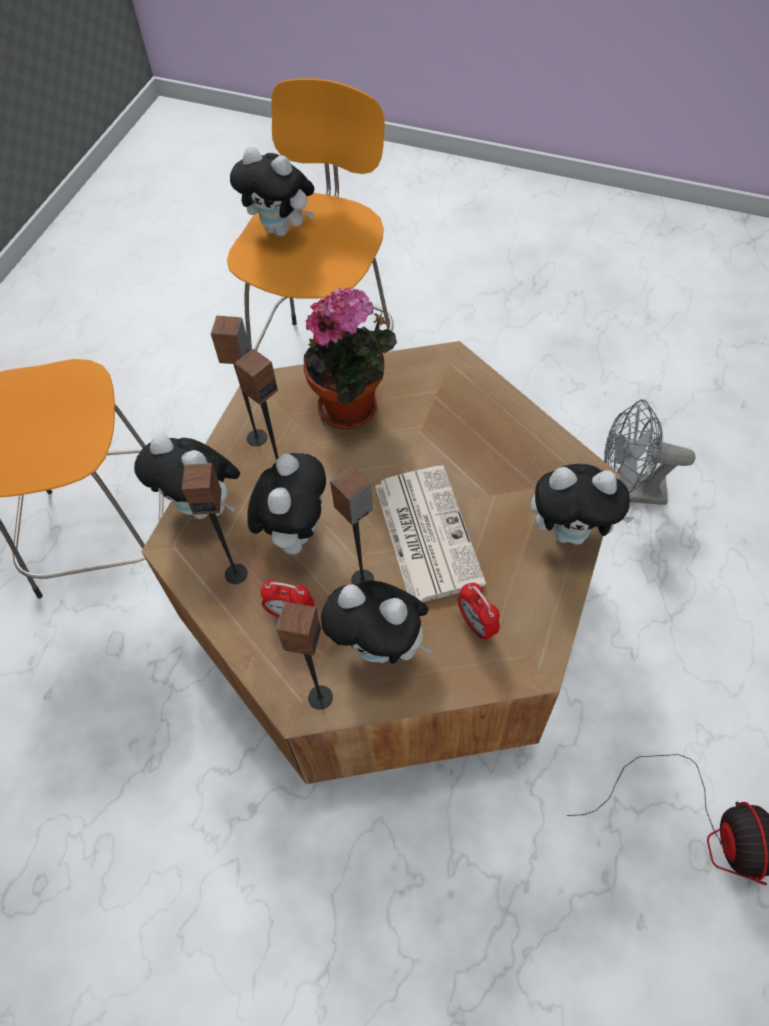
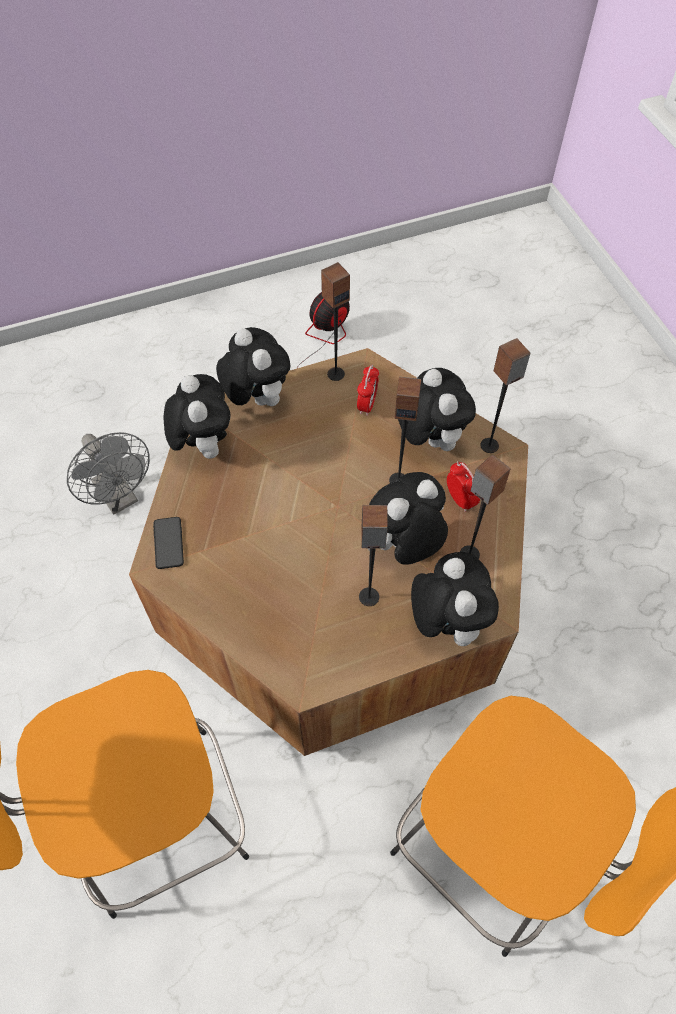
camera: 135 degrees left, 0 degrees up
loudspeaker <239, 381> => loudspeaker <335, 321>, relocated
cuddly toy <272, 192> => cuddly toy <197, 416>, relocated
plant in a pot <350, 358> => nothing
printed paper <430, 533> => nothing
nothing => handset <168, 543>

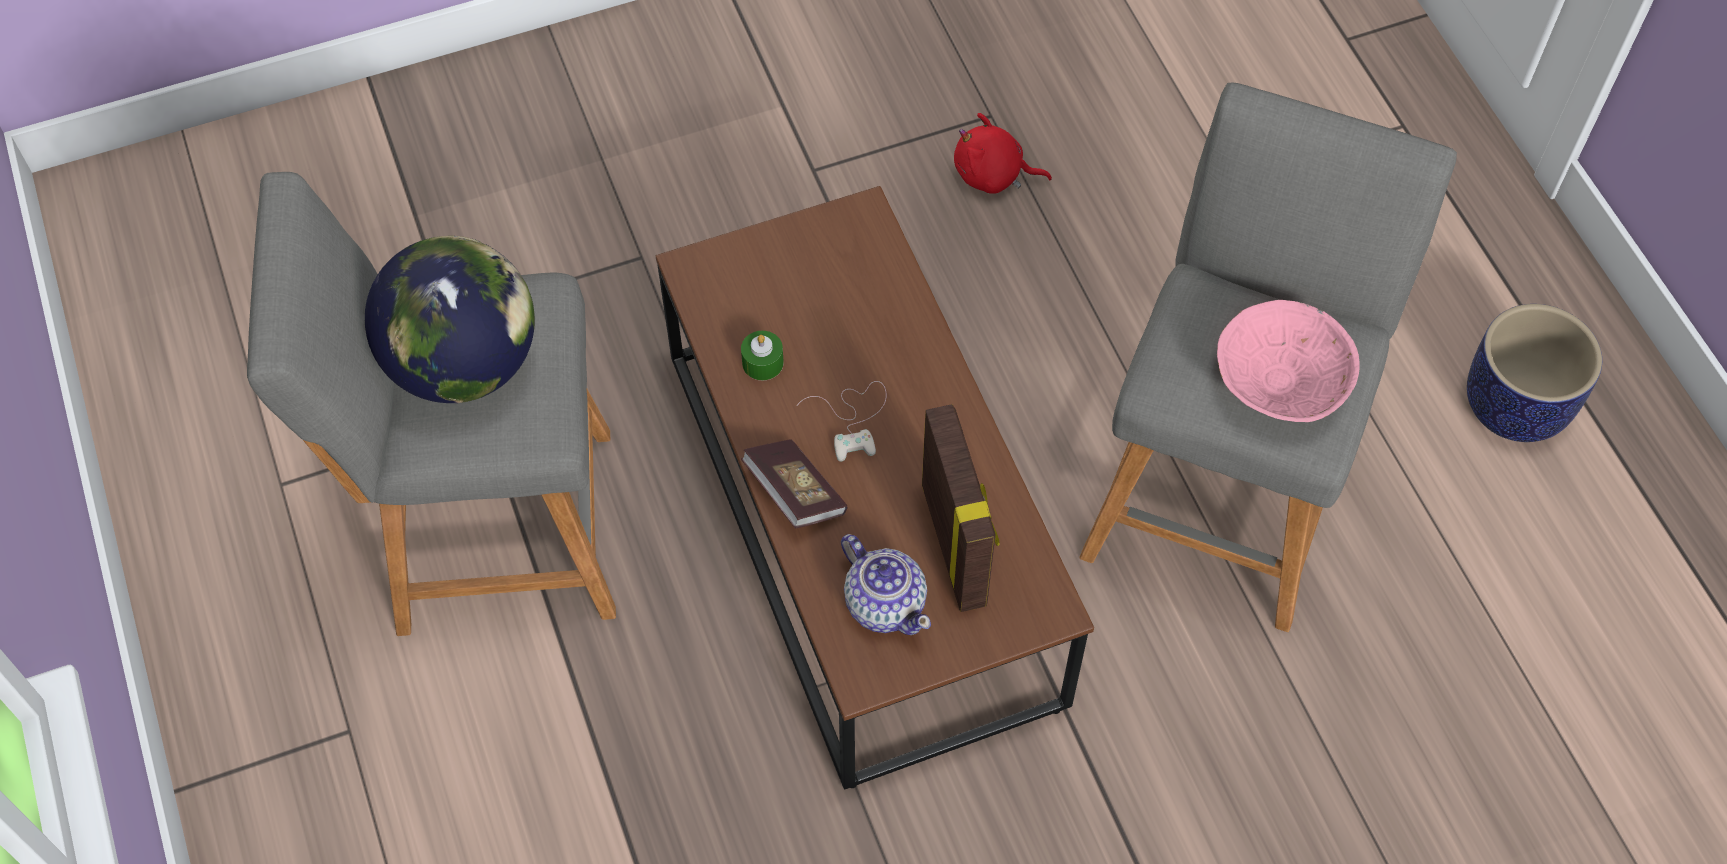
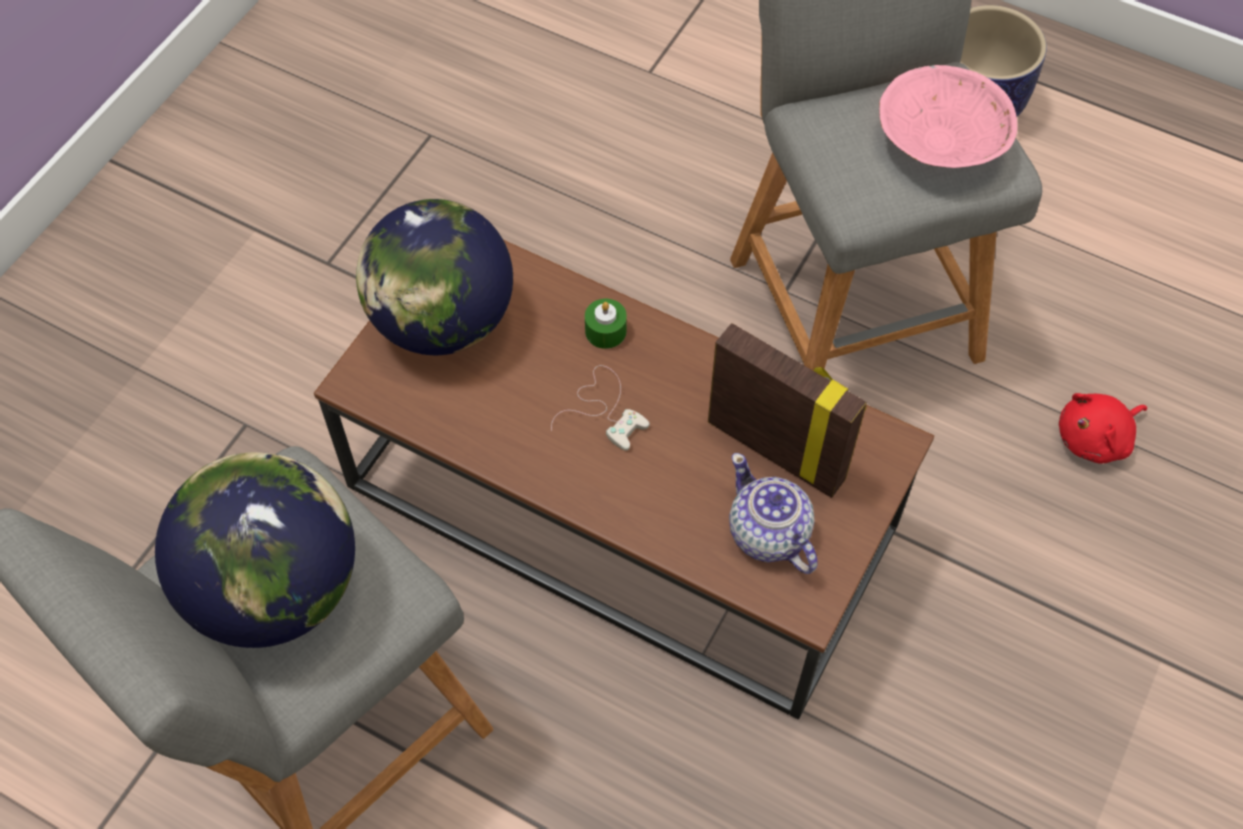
camera: 40 degrees left, 0 degrees up
wax light in green-coloured <762, 355> => wax light in green-coloured <606, 324>, relocated
book <794, 483> => nothing
tea pot <886, 584> => tea pot <773, 513>, 135 degrees counterclockwise
cuddly toy in reddish <1003, 153> => cuddly toy in reddish <1103, 428>, relocated
nothing => desk globe <434, 277>

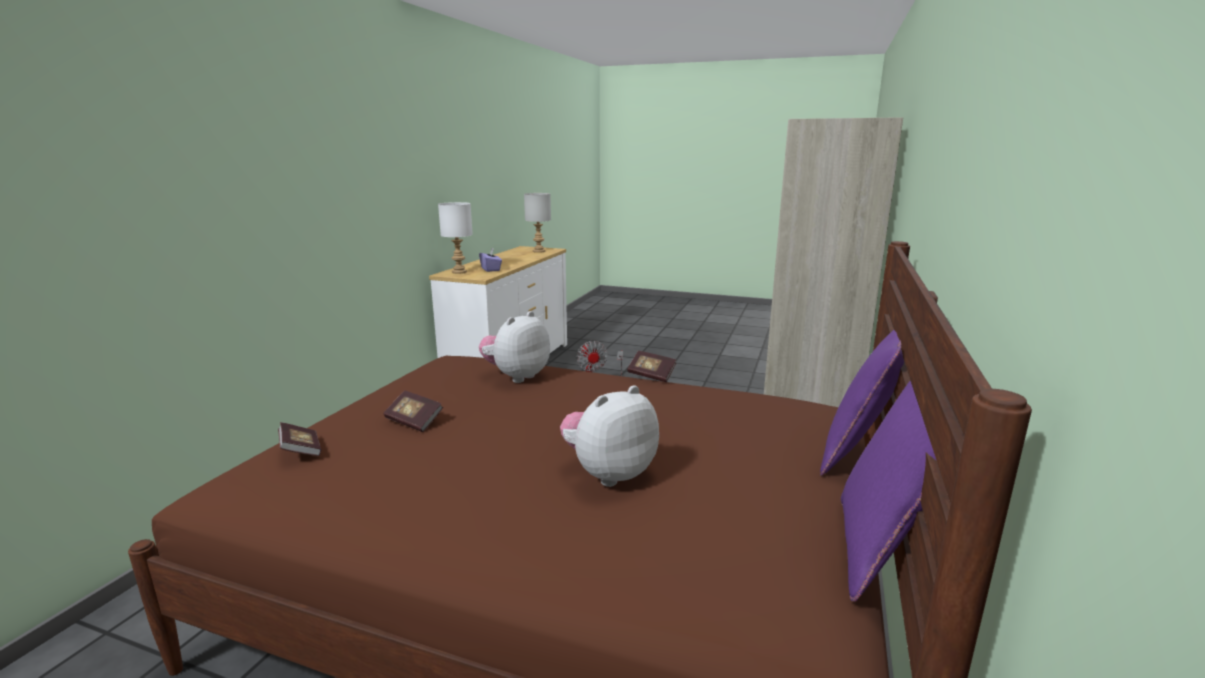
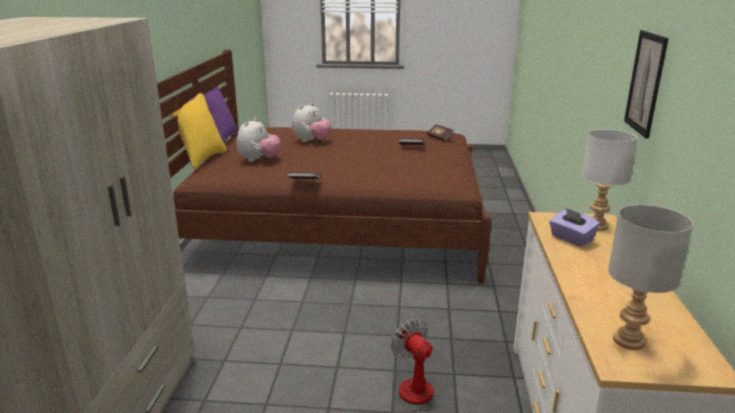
camera: 165 degrees right, 5 degrees up
cuddly toy <514, 347> => cuddly toy <258, 140>, relocated
throw pillow in purple-coloured <862, 403> => throw pillow in yellow-coloured <198, 131>
nothing => wall art <646, 84>

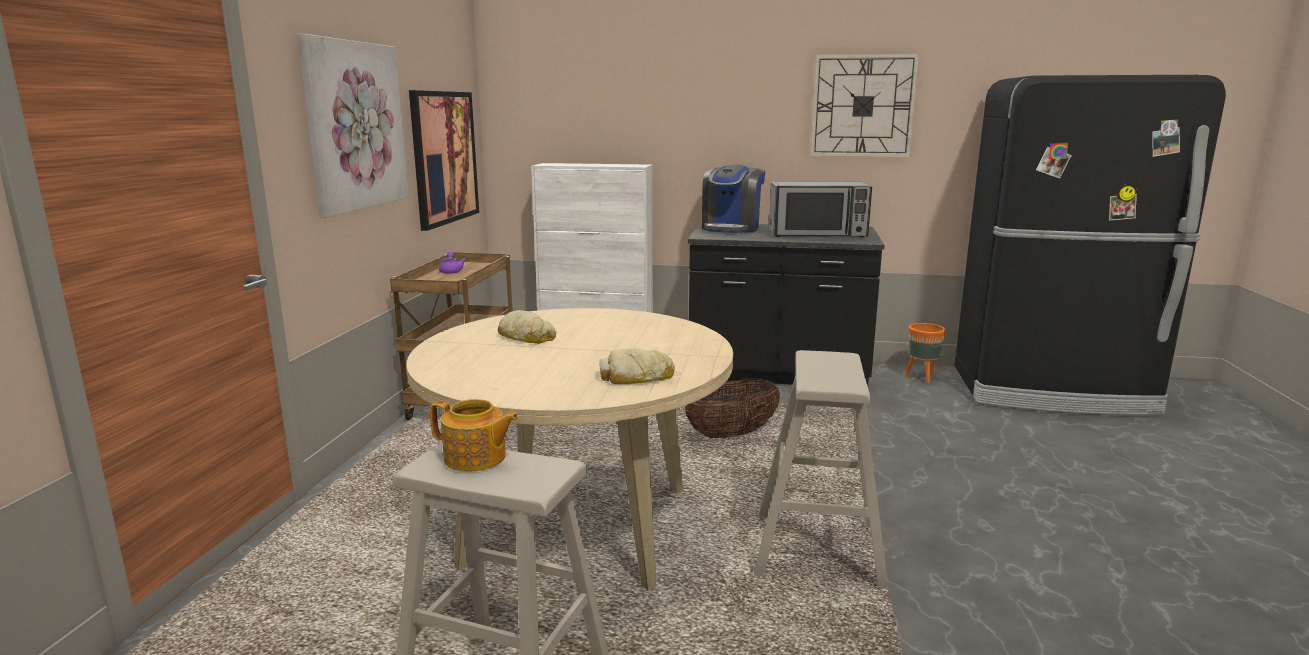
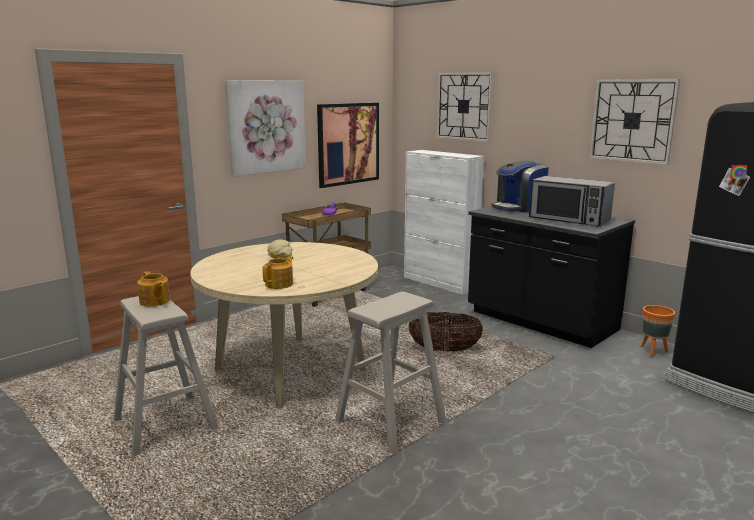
camera: 35 degrees right, 0 degrees up
baked bread <637, 366> => tea pot <278, 272>
nothing => clock on the wall <464, 107>

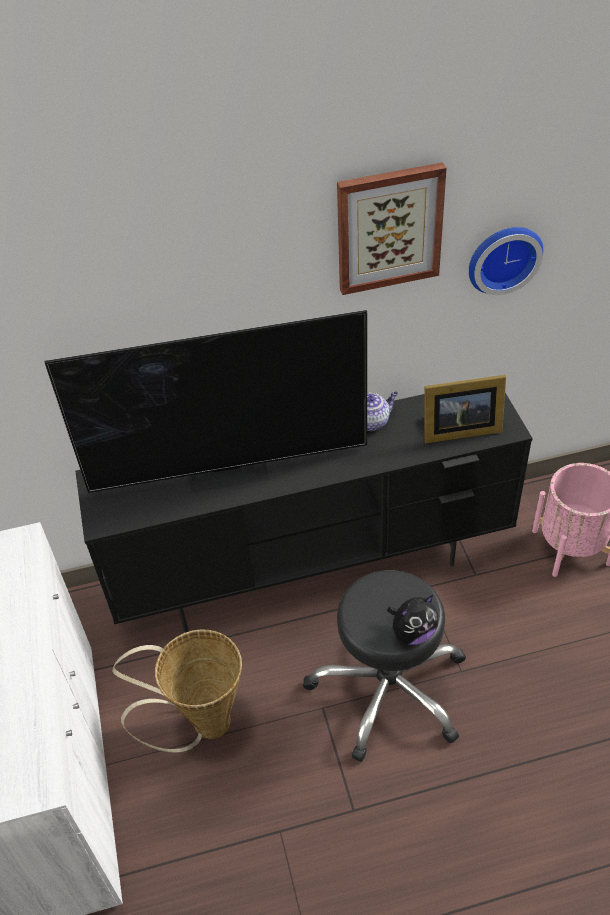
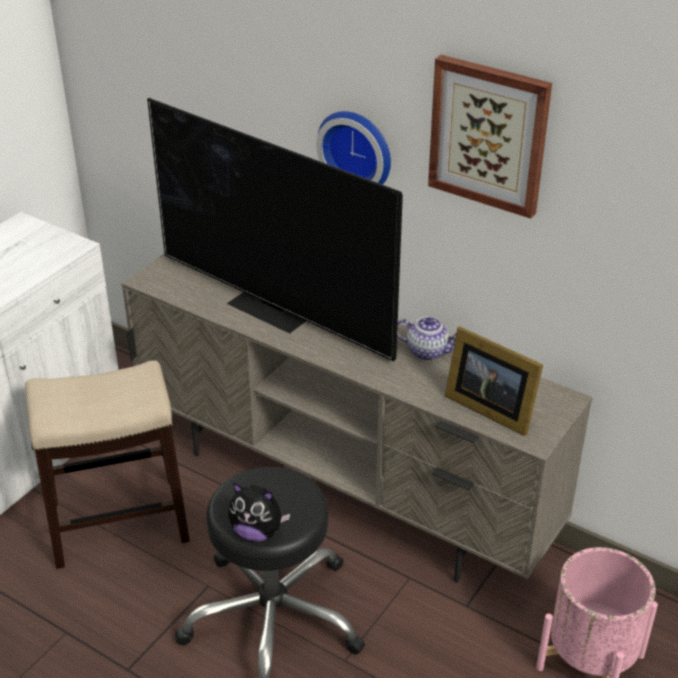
camera: 45 degrees right, 10 degrees down
tv unit in blackish <304, 512> => tv unit in beige-coloured <357, 418>
basket <177, 691> => sitting stool <107, 464>
clock on the wall <506, 261> => clock on the wall <353, 148>, relocated

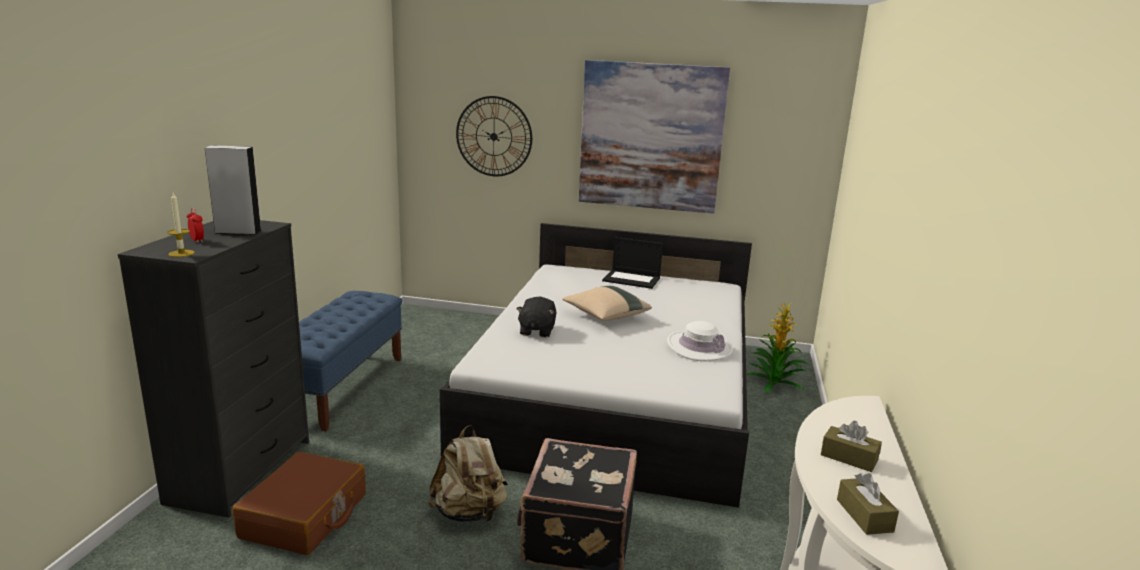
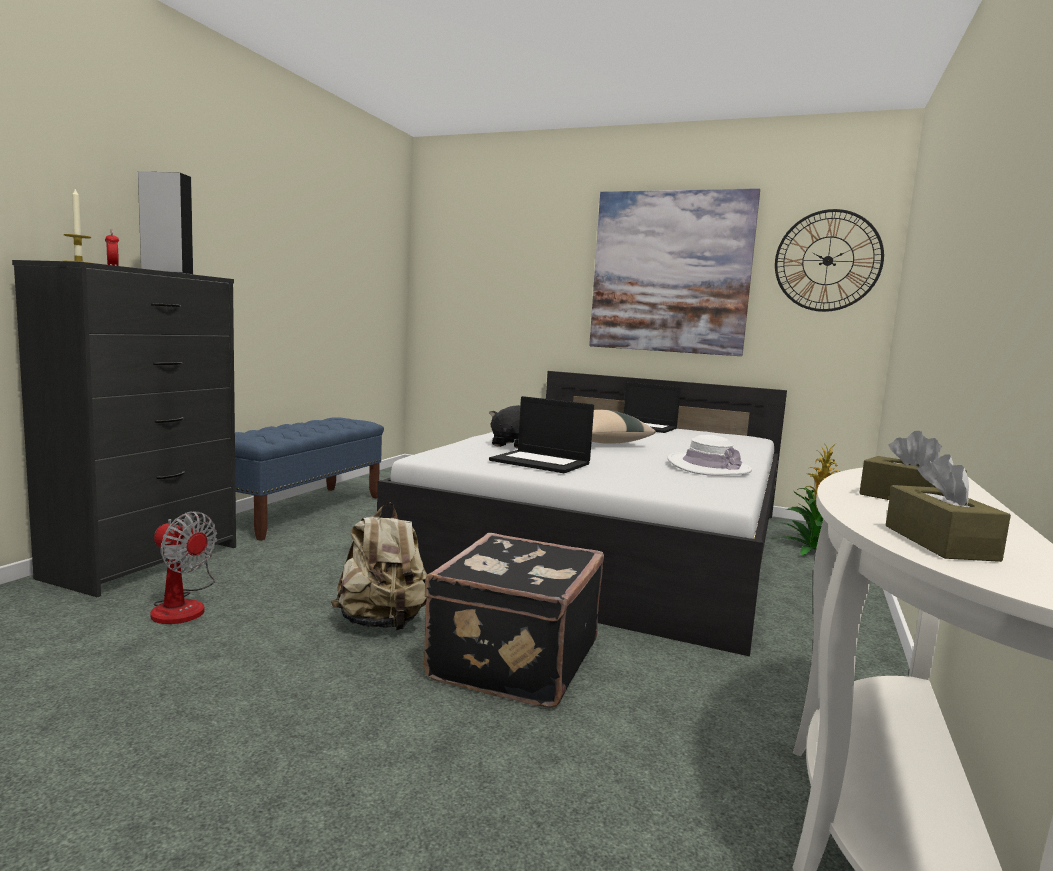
camera: 10 degrees right, 10 degrees down
piece of luggage in brownish <299, 503> => cooling fan <183, 568>
clock on the wall <494, 136> => clock on the wall <829, 260>, relocated
nothing => laptop <541, 434>

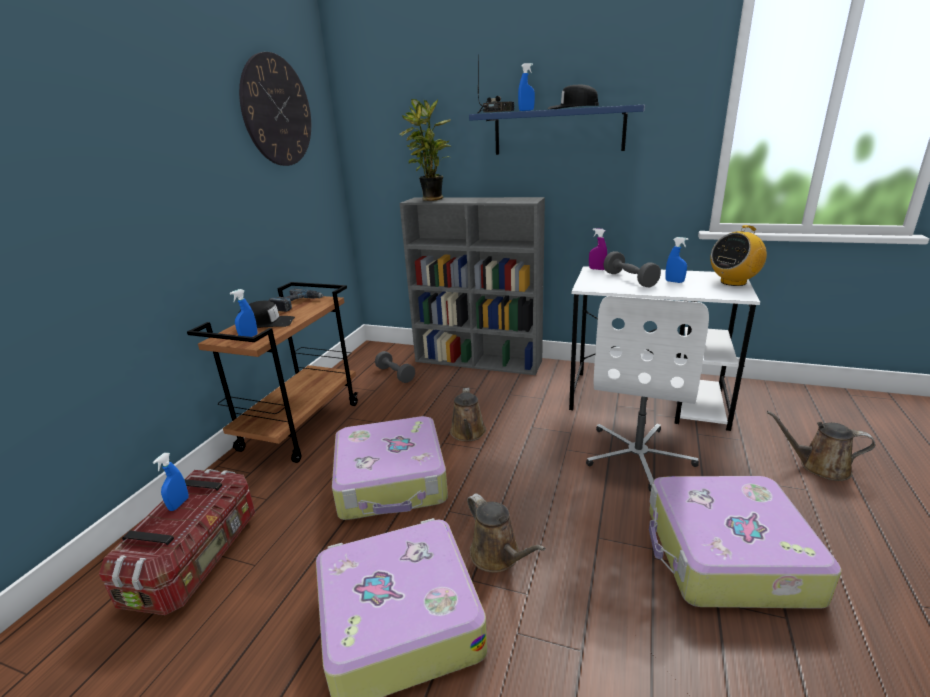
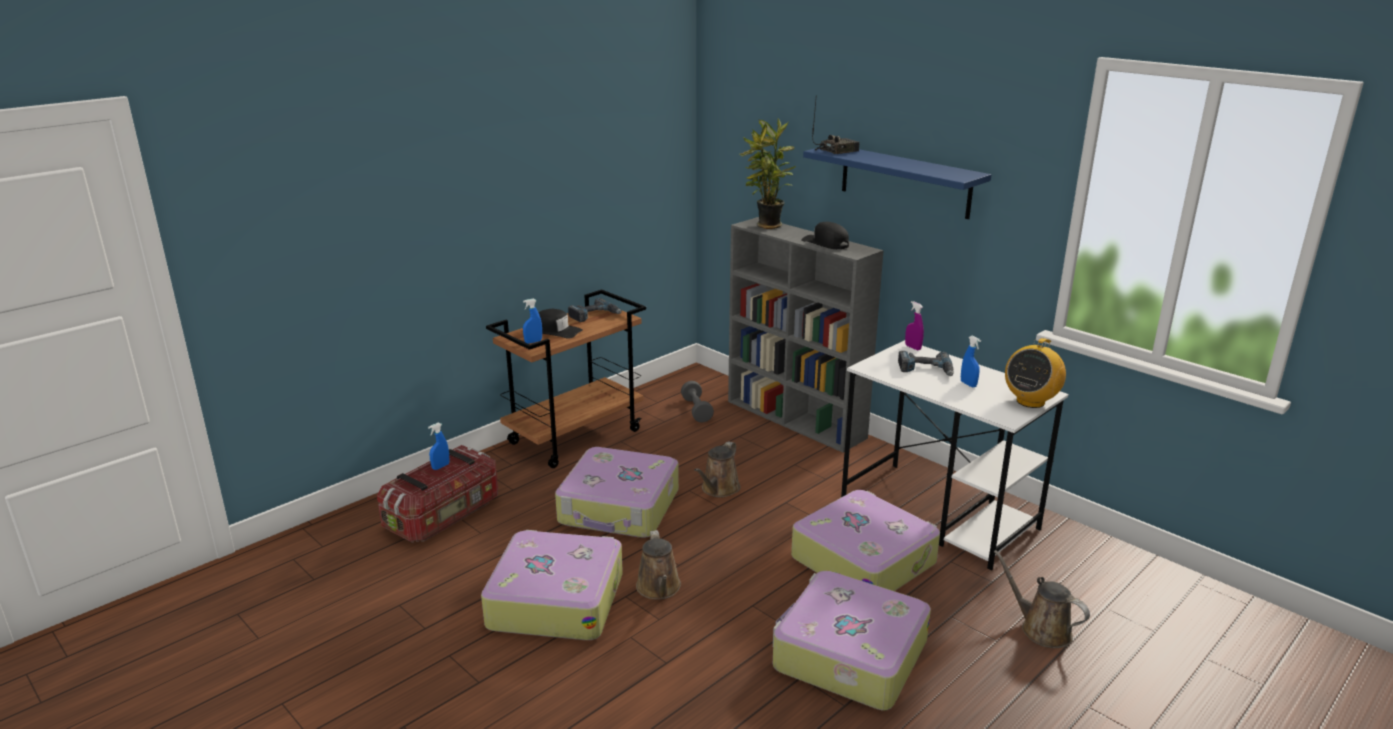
camera: 25 degrees right, 0 degrees up
clock on the wall <275, 109> => nothing
hand sprayer in blue <526, 87> => nothing
peaked cap in blackish <573, 96> => peaked cap in blackish <825, 235>, relocated
computer chair in whitish <647, 394> => piece of luggage <865, 540>
dumbbell in grey <632, 269> => drill <926, 363>
radio <738, 255> => radio <1035, 373>, 45 degrees counterclockwise

